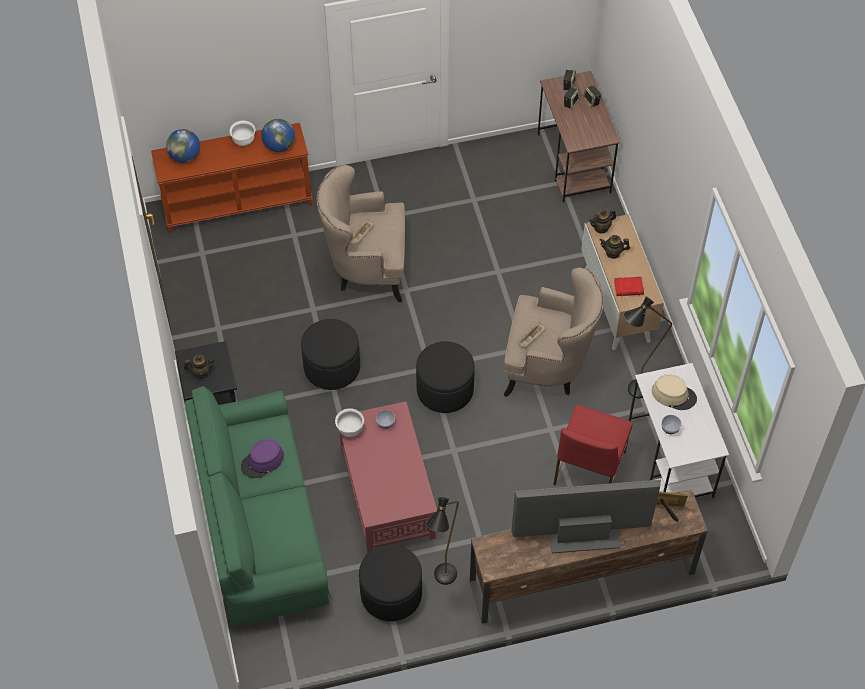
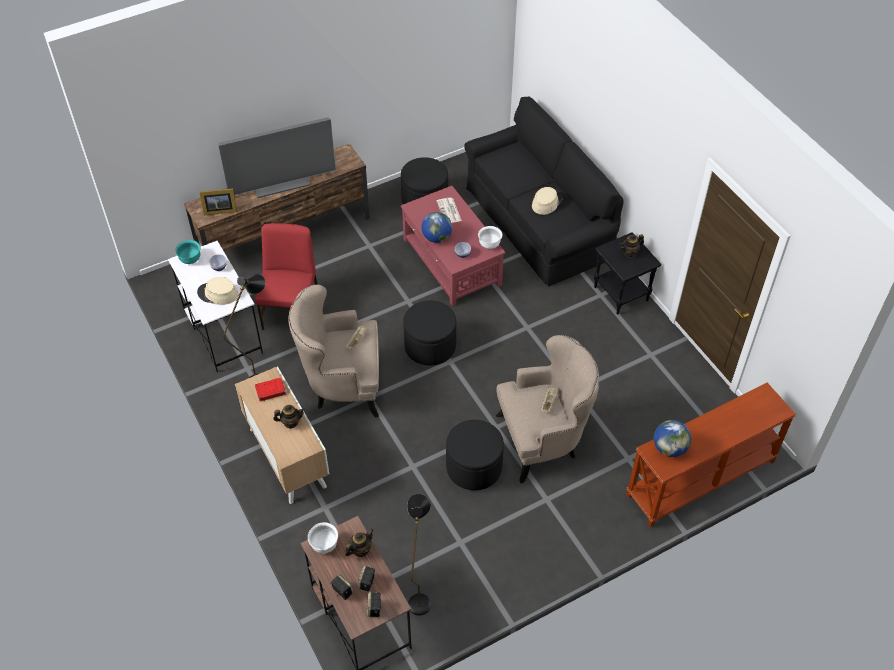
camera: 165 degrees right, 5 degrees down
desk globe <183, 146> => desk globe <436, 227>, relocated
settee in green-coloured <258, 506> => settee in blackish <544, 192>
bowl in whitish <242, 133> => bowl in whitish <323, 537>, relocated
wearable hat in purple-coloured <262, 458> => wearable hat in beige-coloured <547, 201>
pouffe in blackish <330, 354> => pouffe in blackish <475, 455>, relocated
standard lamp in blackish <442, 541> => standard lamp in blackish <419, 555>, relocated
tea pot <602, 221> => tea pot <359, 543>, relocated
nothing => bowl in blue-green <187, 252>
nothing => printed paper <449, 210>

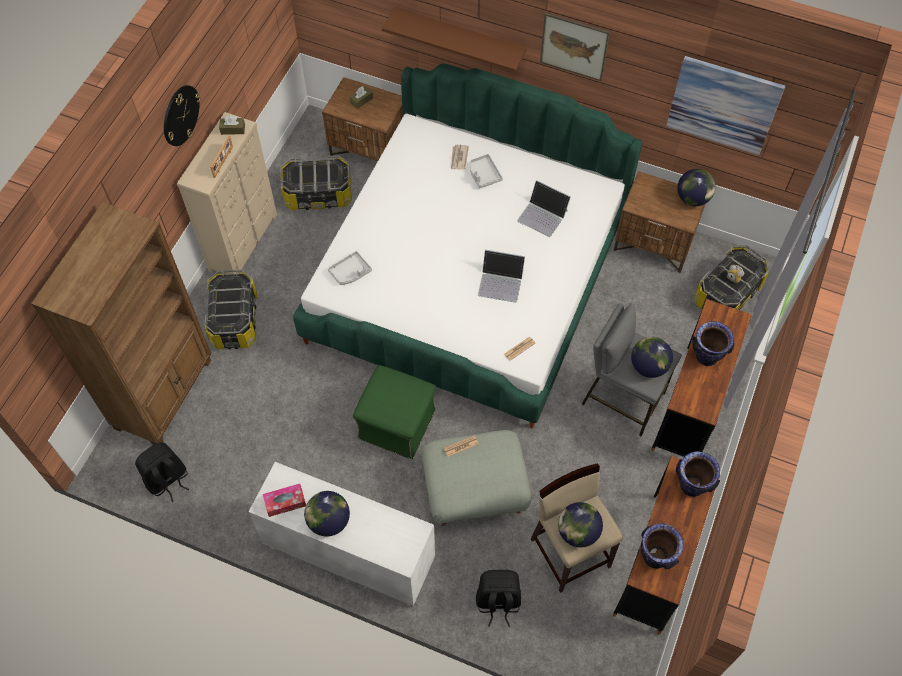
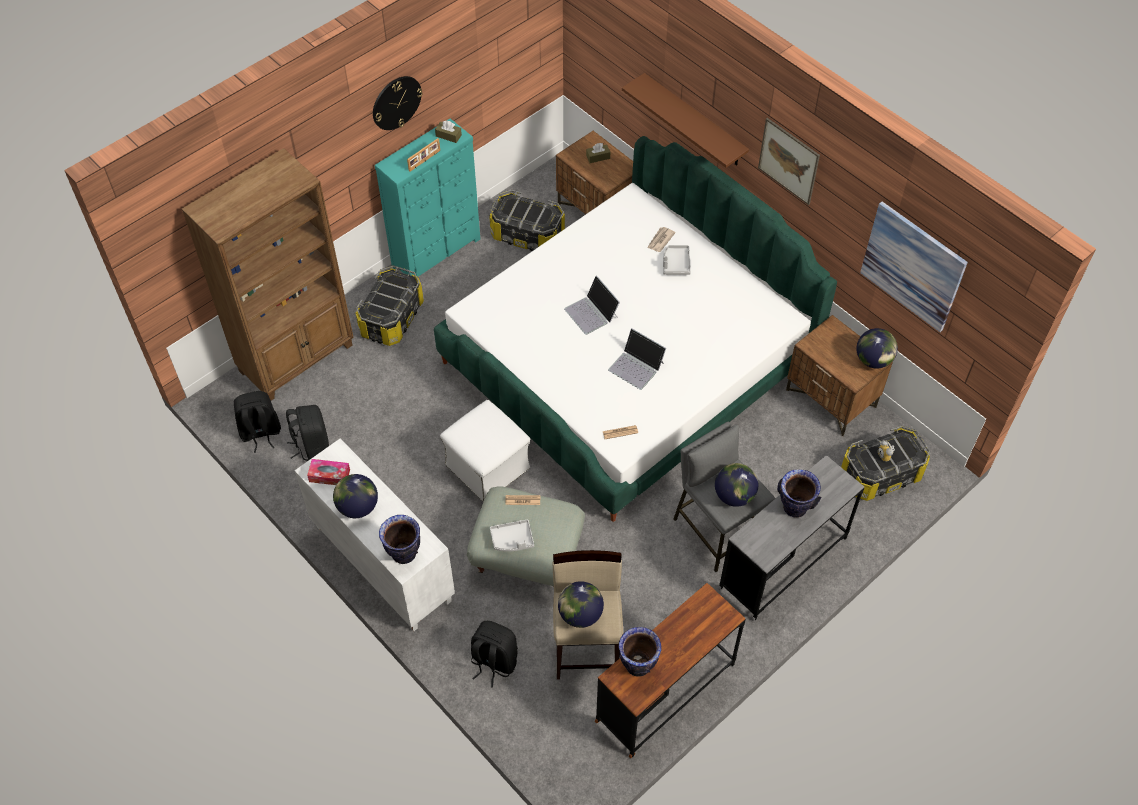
camera: 25 degrees right, 5 degrees down
dresser in beige-coloured <227, 193> => dresser in blue-green <427, 197>
tray in grey <350, 268> => tray in grey <512, 536>, relocated
pouffe in green-coloured <394, 412> => pouffe in whitish <485, 451>
laptop <544, 208> => laptop <592, 305>, relocated
desk table in brownish <701, 378> => desk table in grey <791, 538>
flower vase <698, 474> => flower vase <399, 539>, relocated
nothing => backpack in blackish <307, 433>

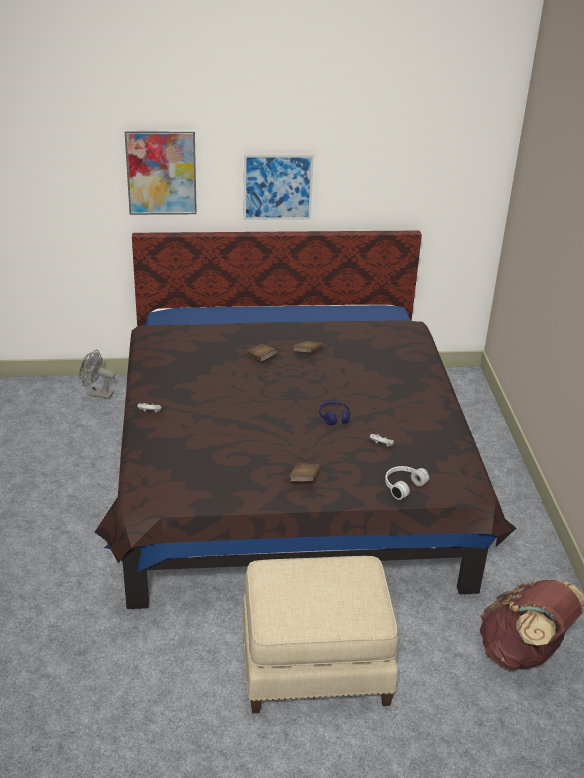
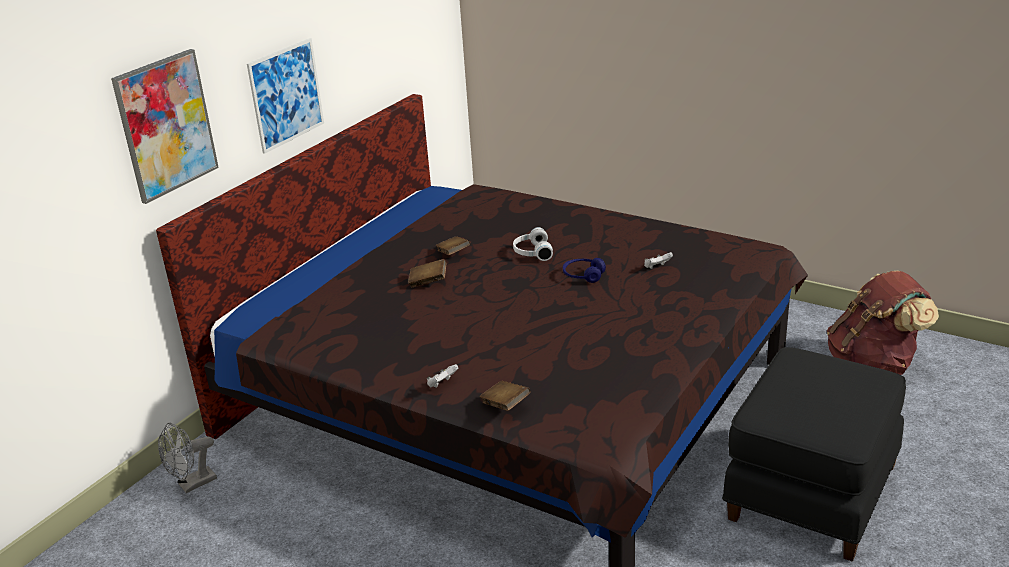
camera: 50 degrees left, 5 degrees down
pouffe in beige-coloured <320, 634> => pouffe in blackish <814, 454>
book in brownish <305, 472> => book in brownish <505, 396>, relocated
pair of headphones in whitish <407, 483> => pair of headphones in whitish <533, 244>, relocated

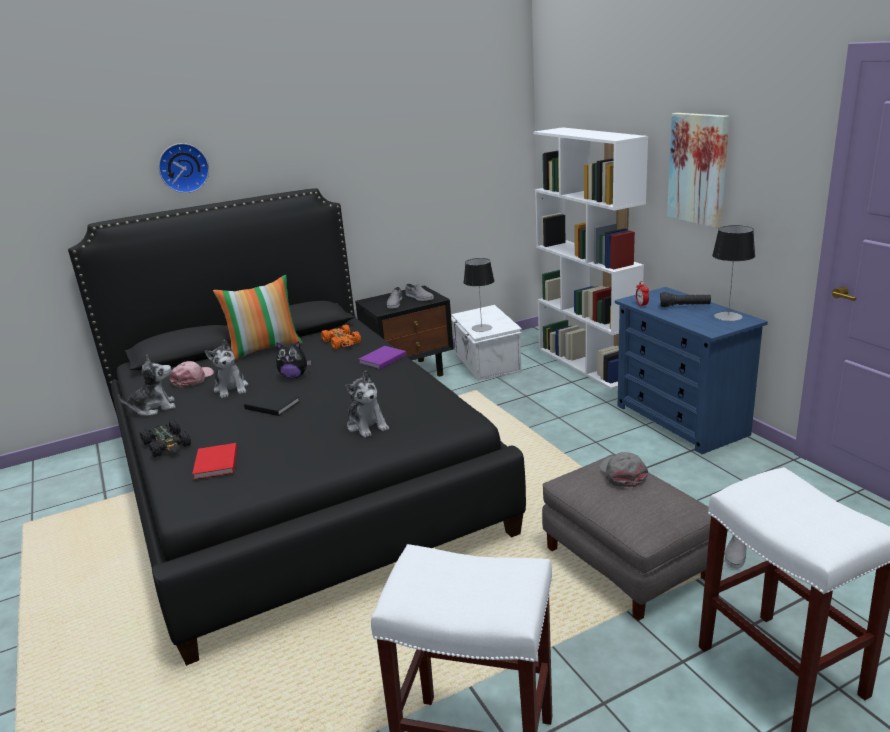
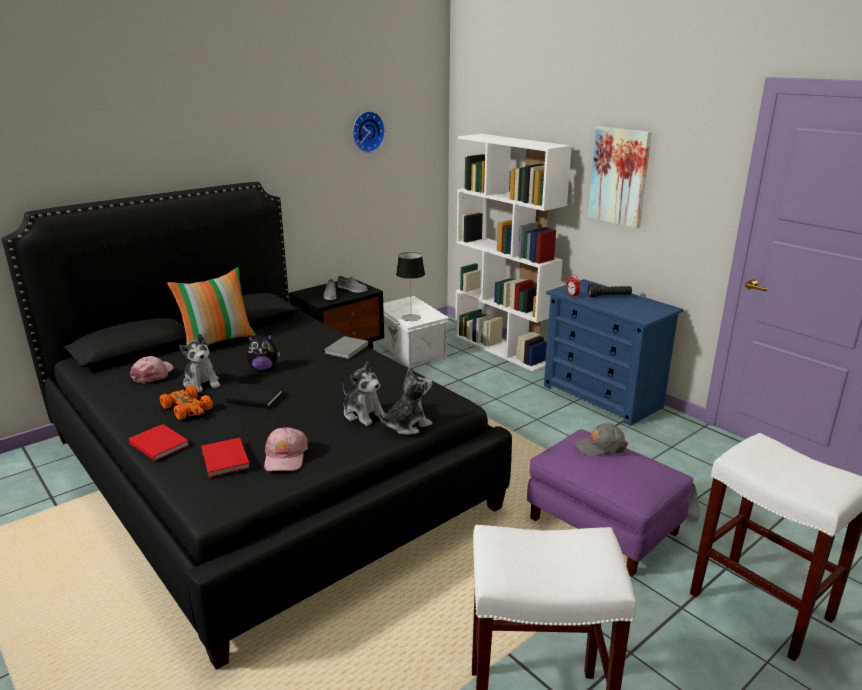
camera: 15 degrees left, 0 degrees up
cuddly toy <147, 385> => cuddly toy <406, 401>, relocated
miniature car in blackish <165, 438> => book in reddish <159, 442>
clock on the wall <183, 168> => clock on the wall <369, 132>, relocated
miniature car in orangey <341, 337> => miniature car in orangey <186, 402>, relocated
book in purple-coloured <382, 357> => book in grey <346, 347>
pouffe in grey <626, 537> => pouffe in purple-coloured <610, 502>
peaked cap in grey <624, 469> => peaked cap in grey <601, 439>, 75 degrees counterclockwise
table lamp <733, 273> => nothing
nothing => peaked cap in pinkish <286, 449>

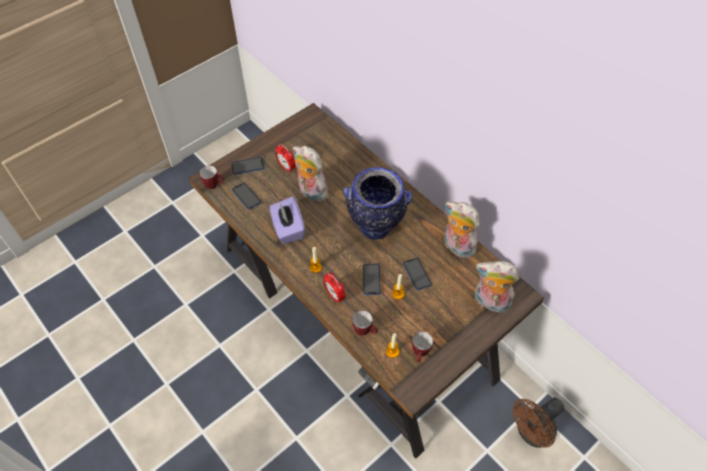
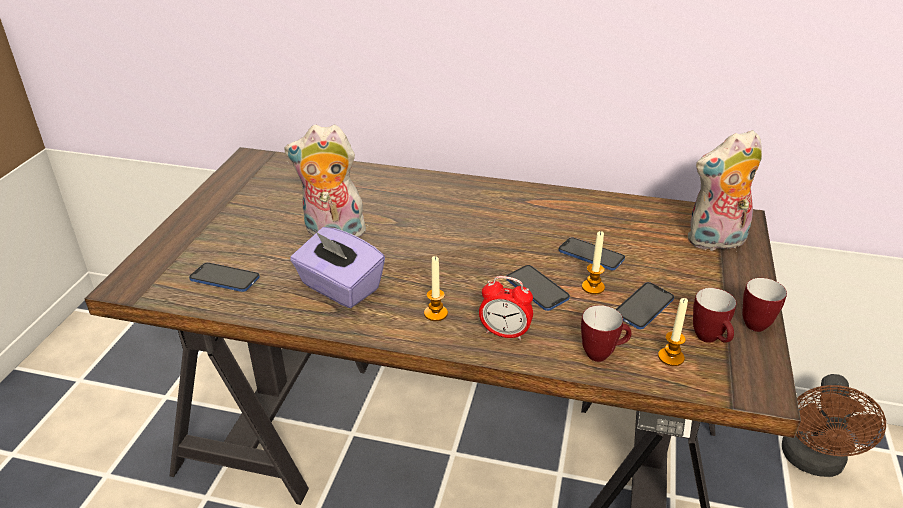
camera: 35 degrees left, 20 degrees down
coffee mug <211, 177> => coffee mug <764, 305>, relocated
handset <247, 166> => handset <645, 305>, relocated
bedside clock <286, 158> => nothing
flower vase <378, 203> => nothing
cuddly toy <462, 229> => nothing

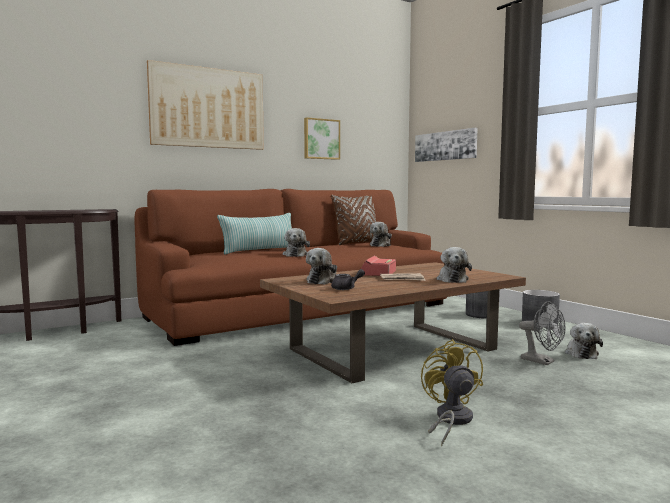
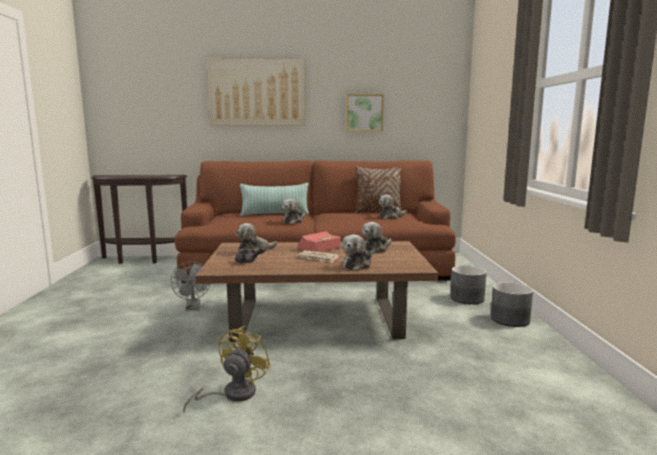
camera: 30 degrees right, 5 degrees up
wall art <446, 145> => nothing
cooling fan in grey <542, 333> => cooling fan in grey <190, 285>, relocated
cuddly toy <584, 341> => cuddly toy <377, 237>, relocated

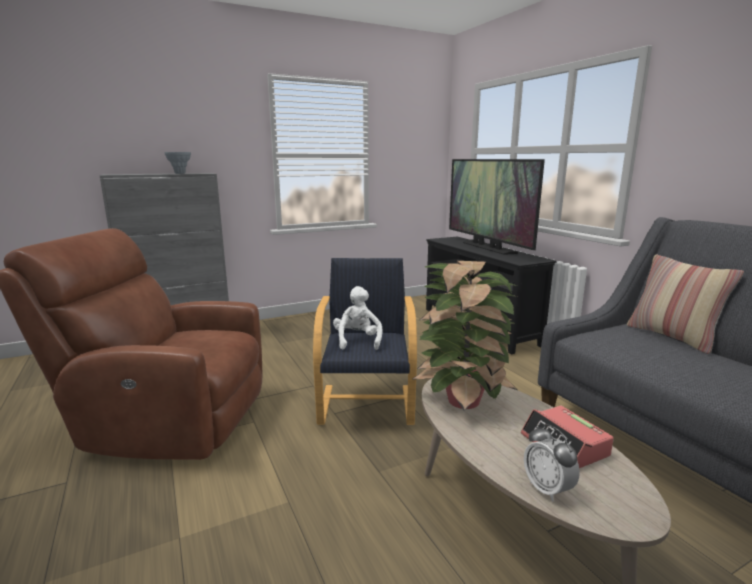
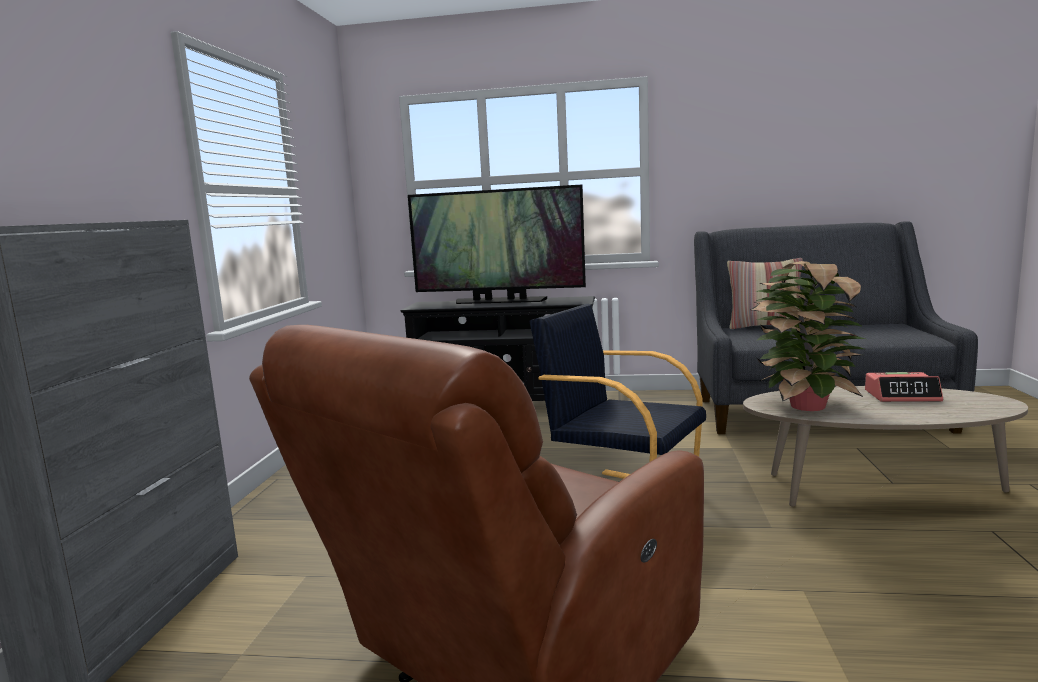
camera: 55 degrees left, 5 degrees down
flower vase in grey <177, 163> => nothing
cuddly toy in whitish <357, 318> => nothing
bedside clock <552, 463> => nothing

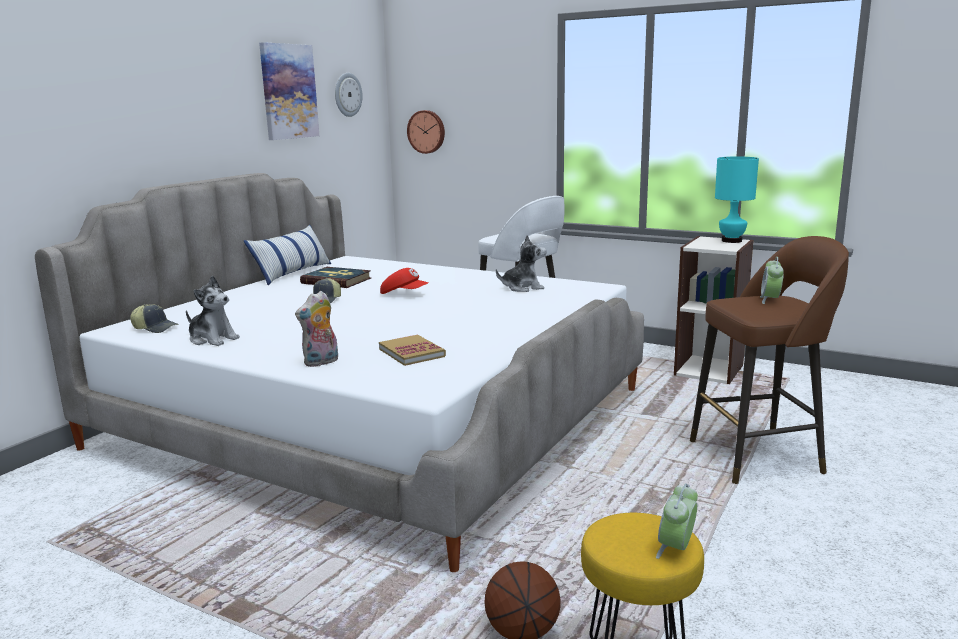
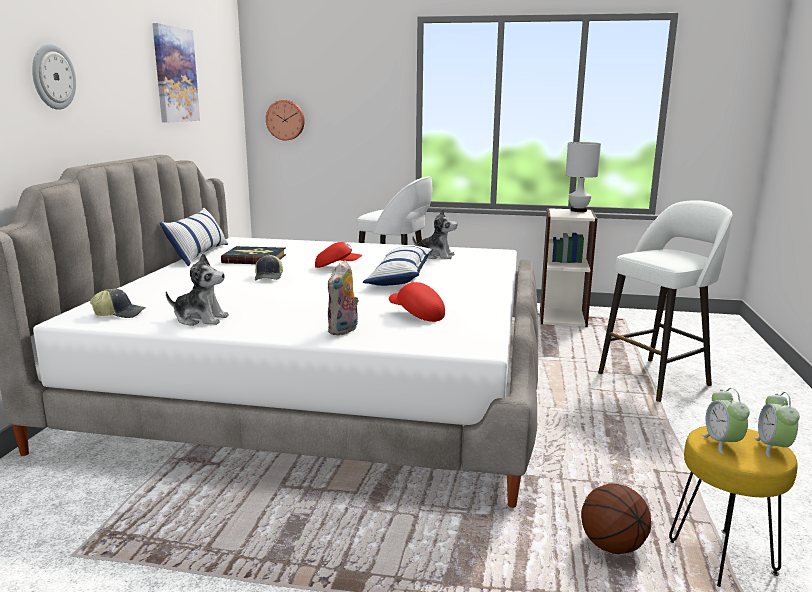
camera: 20 degrees left, 0 degrees up
clock on the wall <349, 95> => clock on the wall <54, 77>, relocated
book <412, 350> => peaked cap in reddish <417, 302>
cuddly toy <521, 263> => cuddly toy <434, 234>, 45 degrees clockwise
sitting stool in brownish <769, 360> => sitting stool in whitish <665, 301>
table lamp in blue-green <737, 199> => table lamp in whitish <583, 177>
bedside clock <772, 280> => bedside clock <726, 421>, relocated
nothing => throw pillow <398, 266>

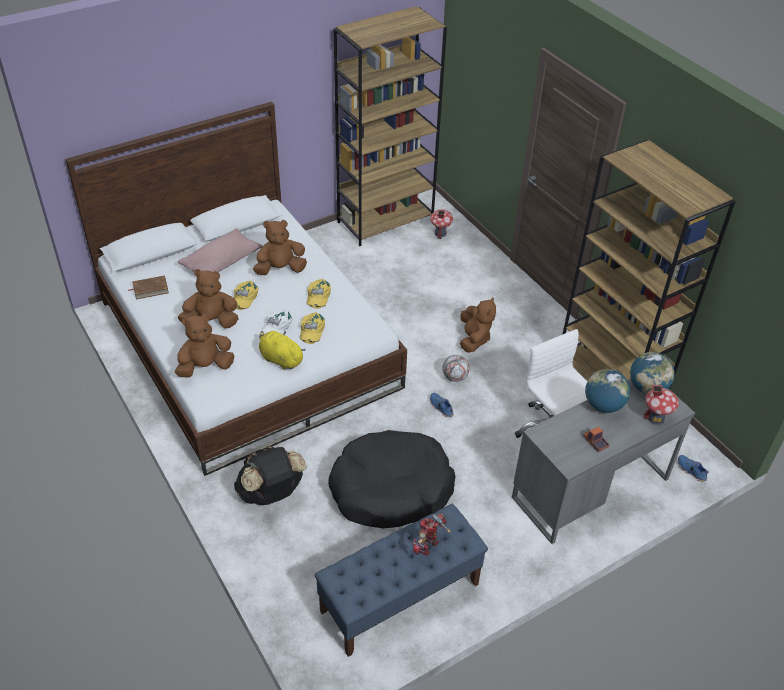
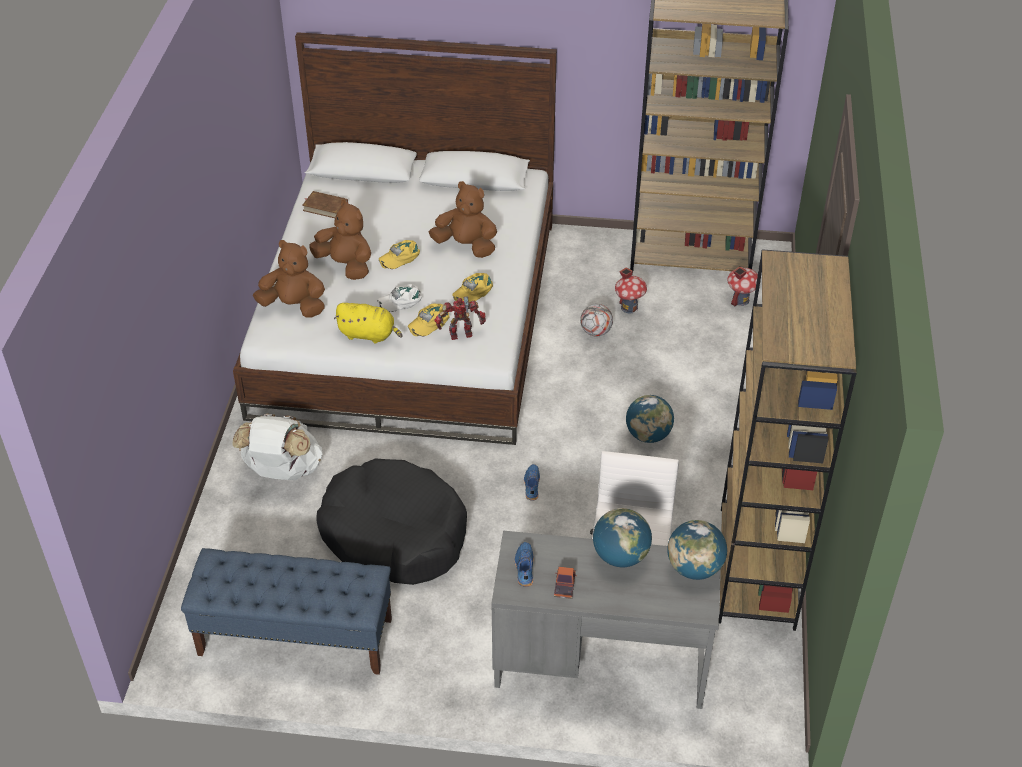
camera: 40 degrees right, 0 degrees up
throw pillow in pinkish <220, 250> => nothing
backpack in blackish <270, 475> => backpack in whitish <277, 447>
cuddly toy in yellow-coloured <282, 350> => cuddly toy in yellow-coloured <368, 323>, 120 degrees clockwise
toy robot <431, 534> => toy robot <460, 318>, relocated
ball for football <456, 368> => ball for football <596, 320>, relocated
cuddly toy in brownish <478, 325> => desk globe <650, 419>
toy house <661, 405> => toy house <631, 291>, relocated
shoe in blue <693, 468> => shoe in blue <524, 564>, relocated

